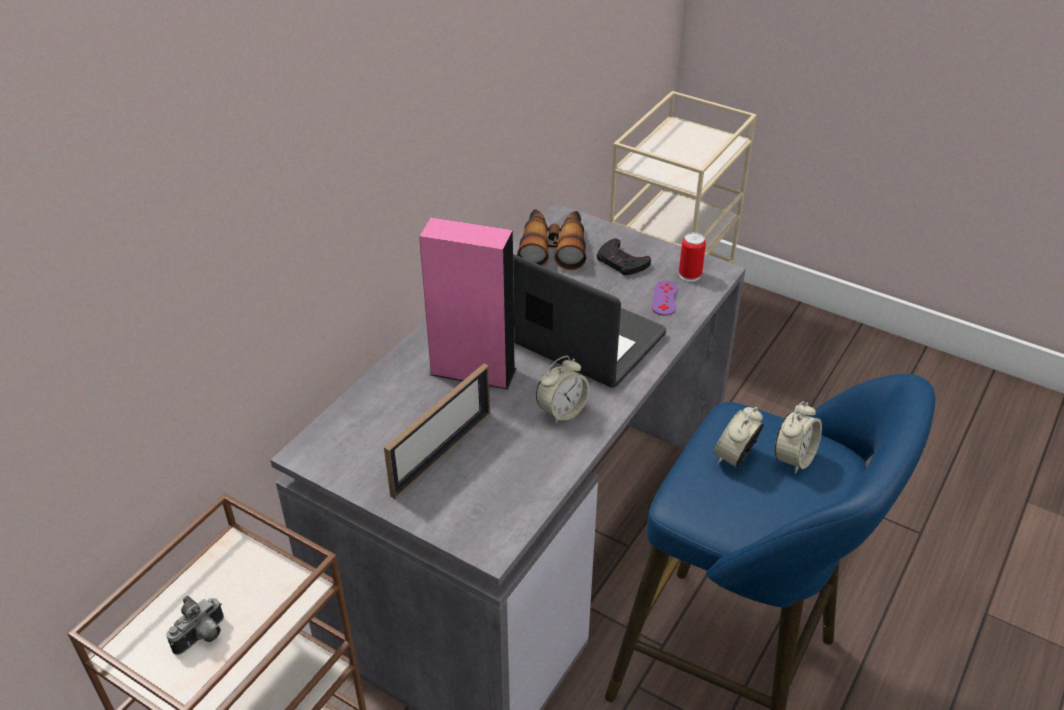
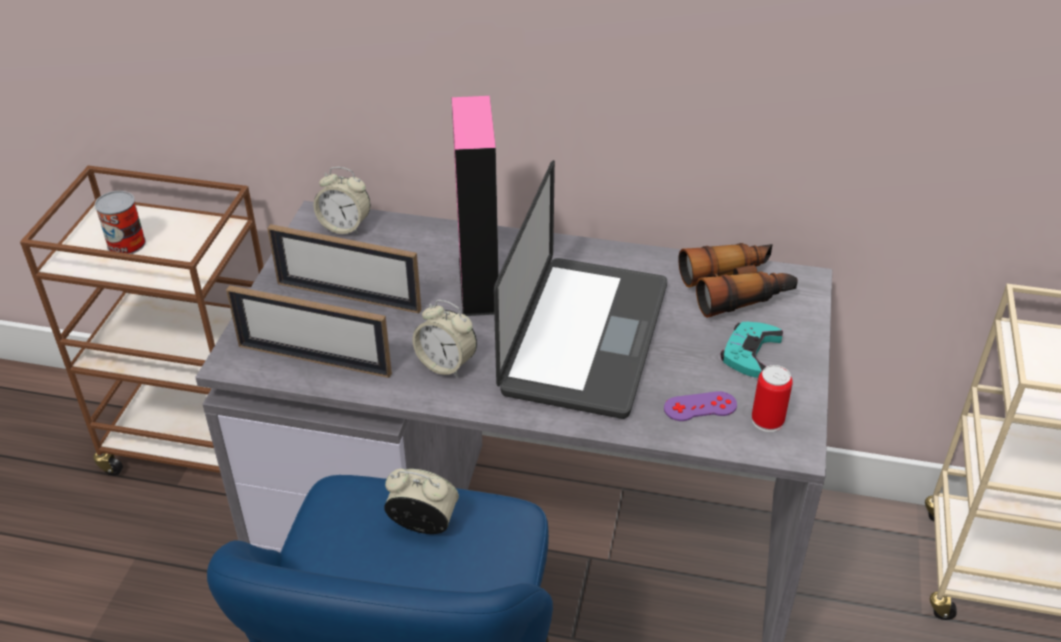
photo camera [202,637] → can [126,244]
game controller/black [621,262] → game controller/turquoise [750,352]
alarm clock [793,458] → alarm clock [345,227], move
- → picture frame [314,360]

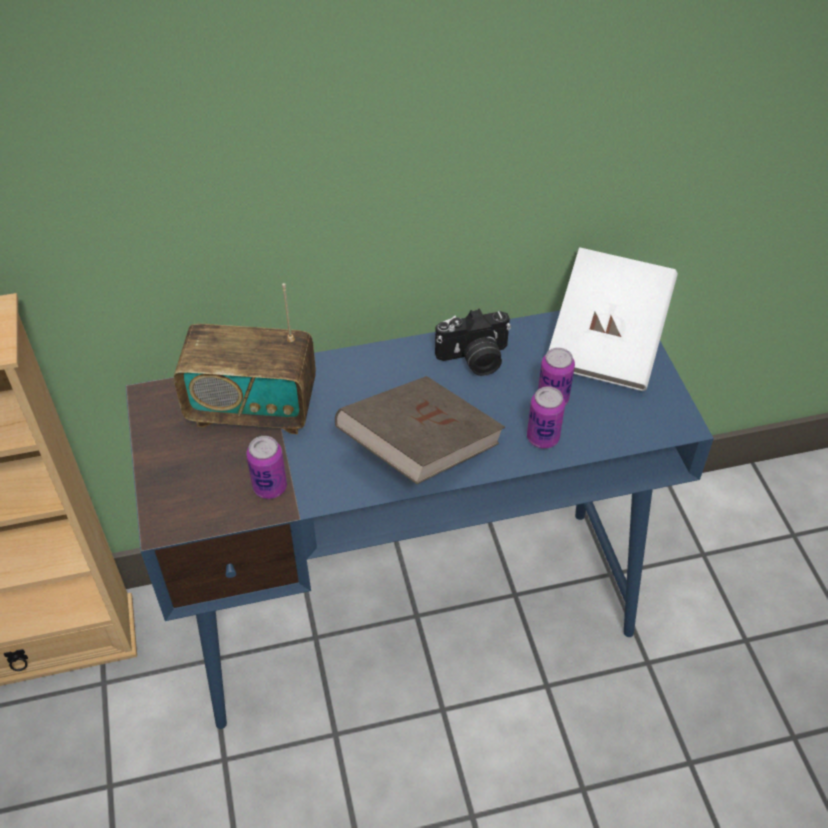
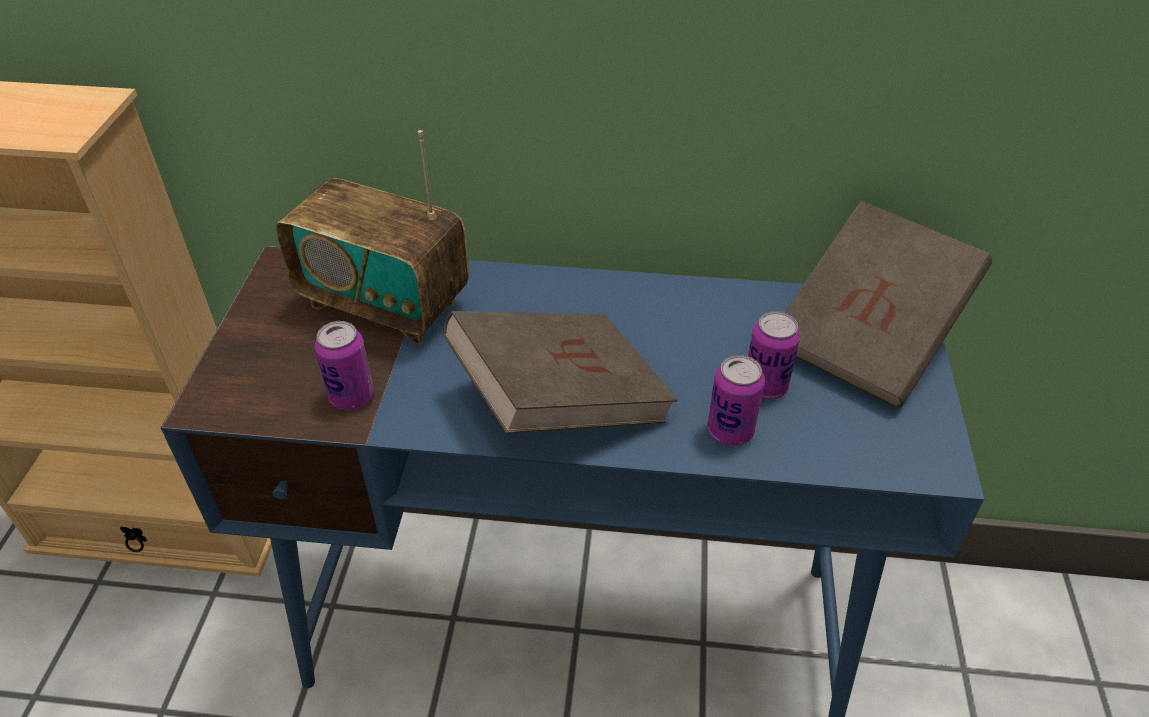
photo camera [474,359] → -
book/white [607,343] → book/brown [869,337]

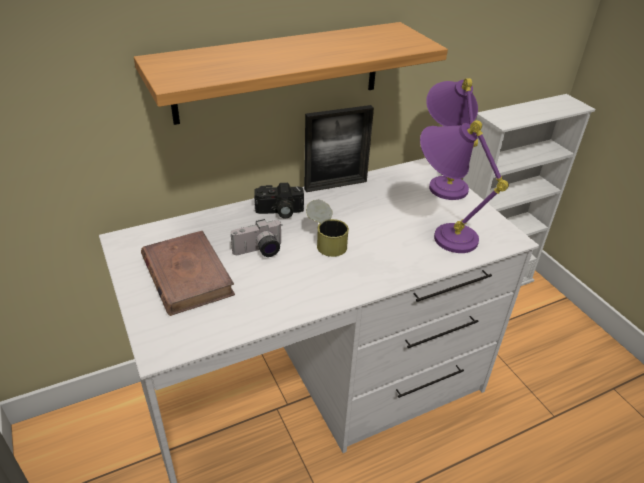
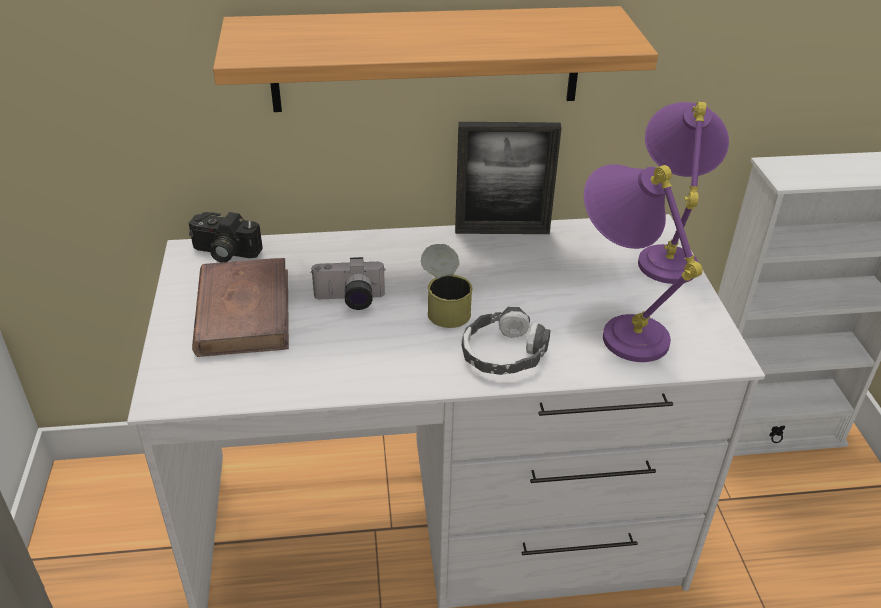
photo camera [279,212] → photo camera [224,252], move
- → headphones [503,353]

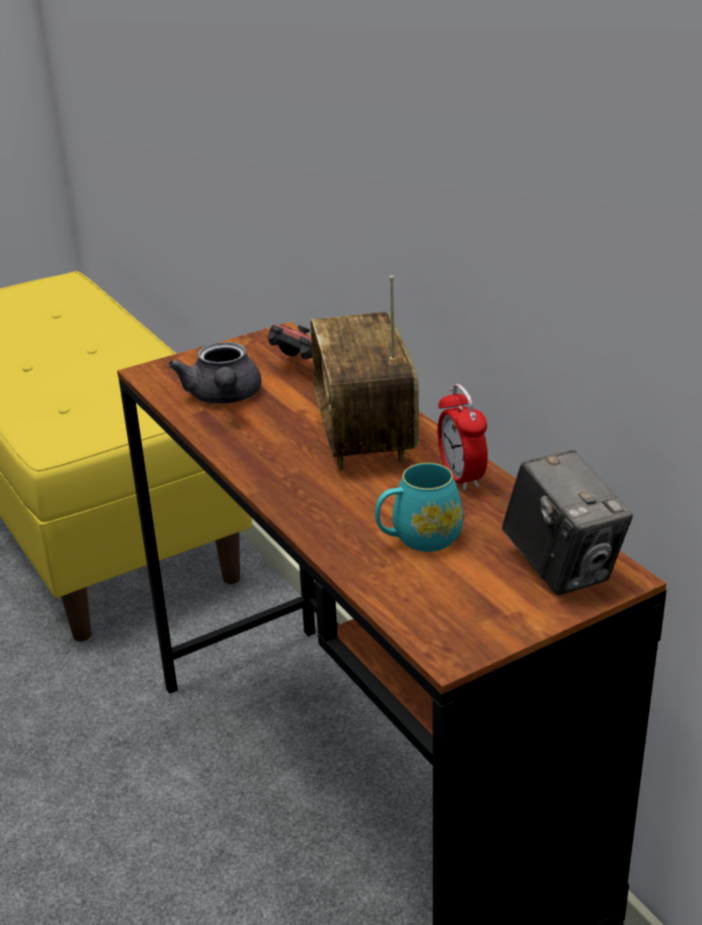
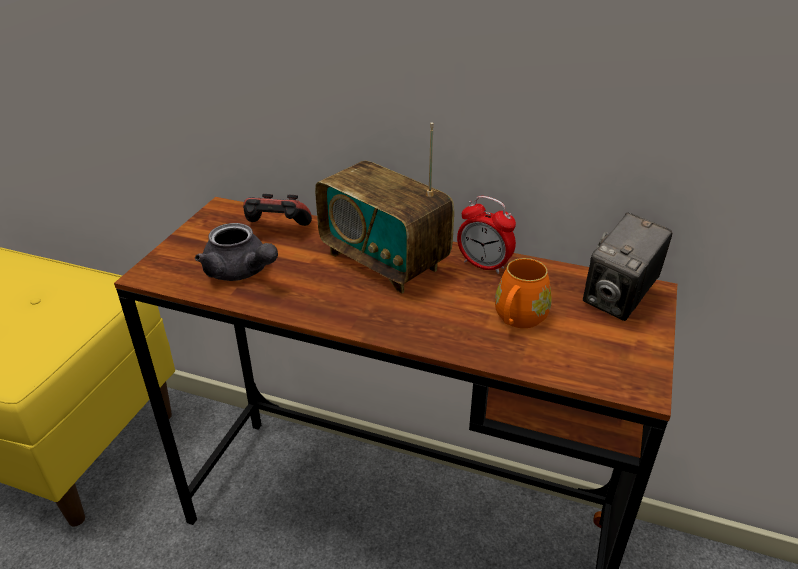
mug/turquoise [418,539] → mug/orange [517,319]
photo camera [561,567] → photo camera [618,299], 105 degrees clockwise

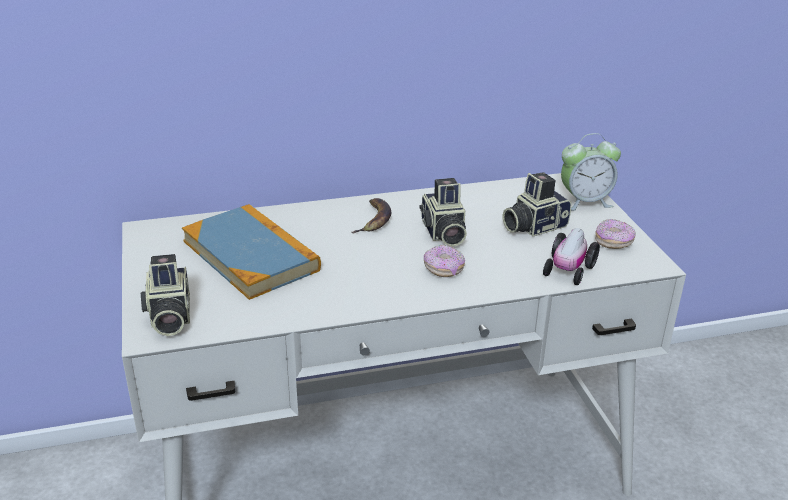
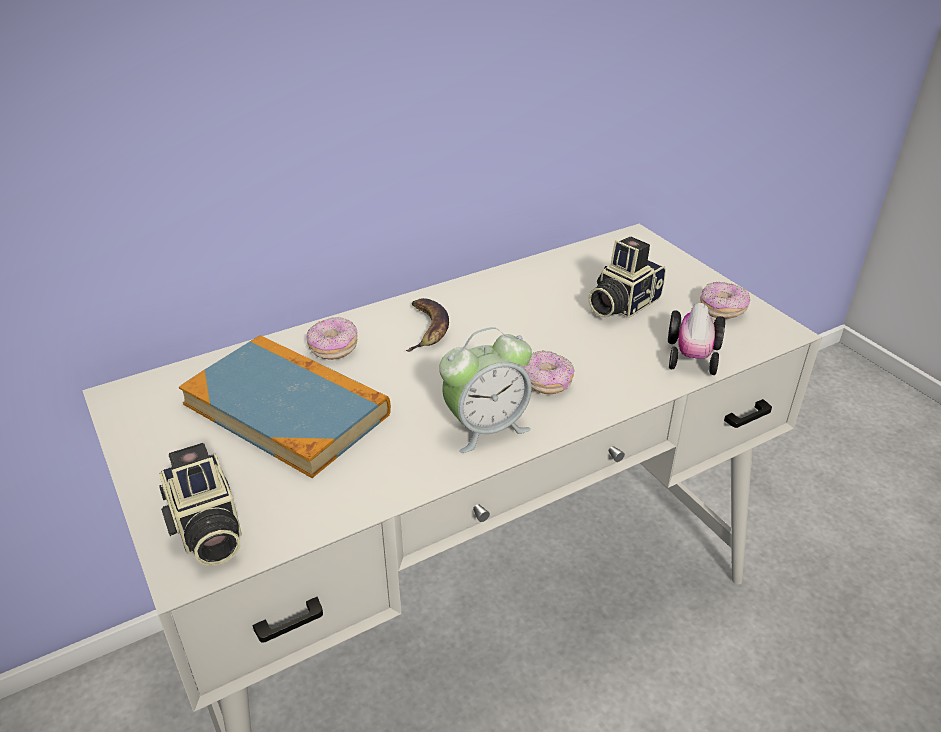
photo camera [443,233] → -
alarm clock [584,202] → alarm clock [486,428], move
- → donut [333,348]

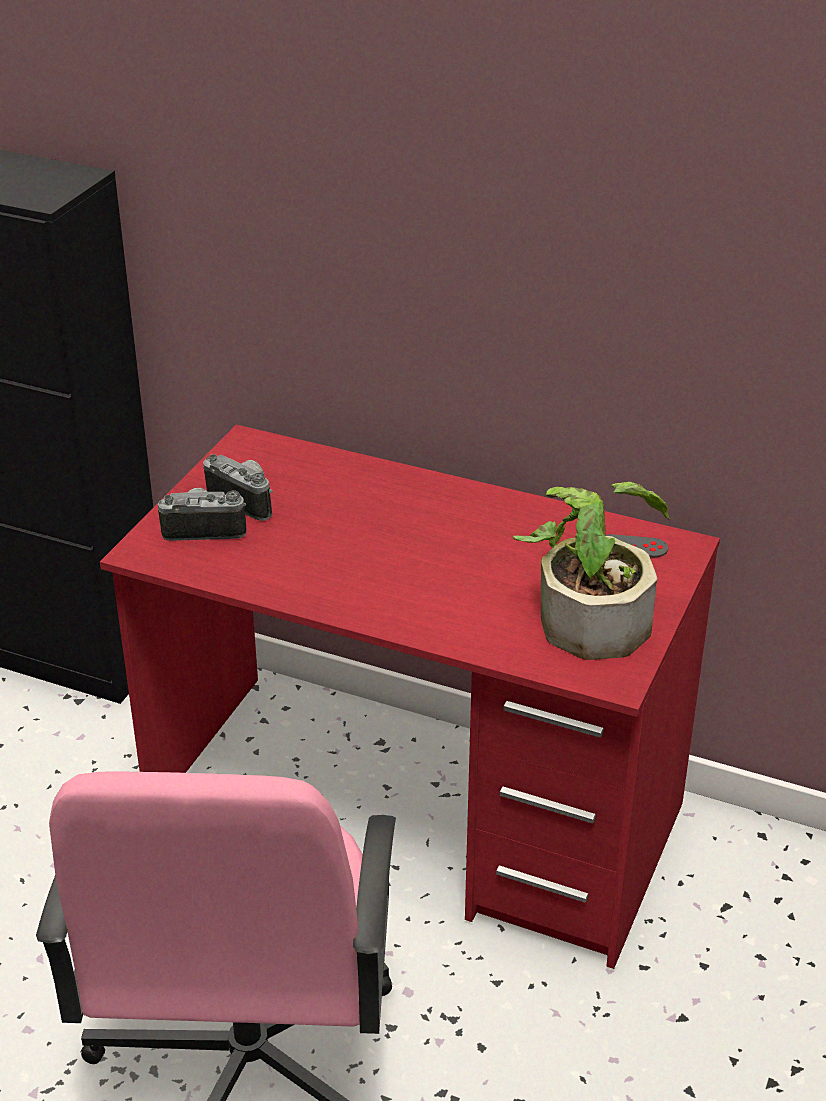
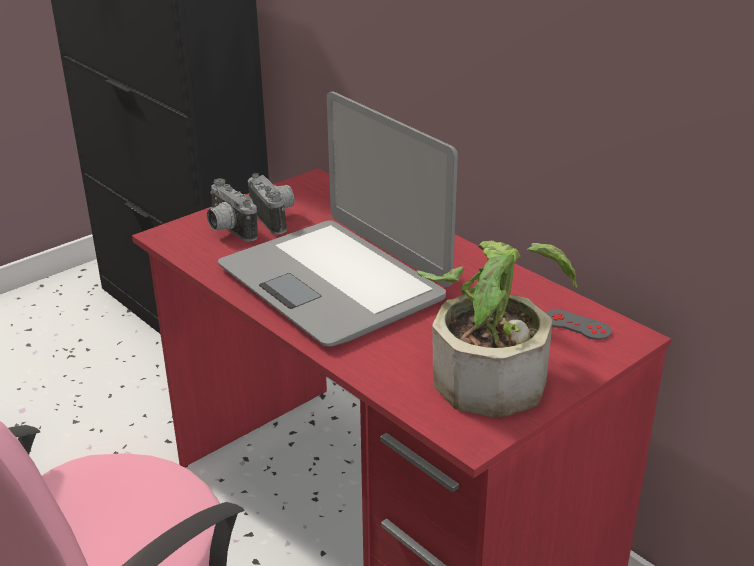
photo camera [204,528] → photo camera [227,230], 150 degrees counterclockwise
- → laptop [334,281]

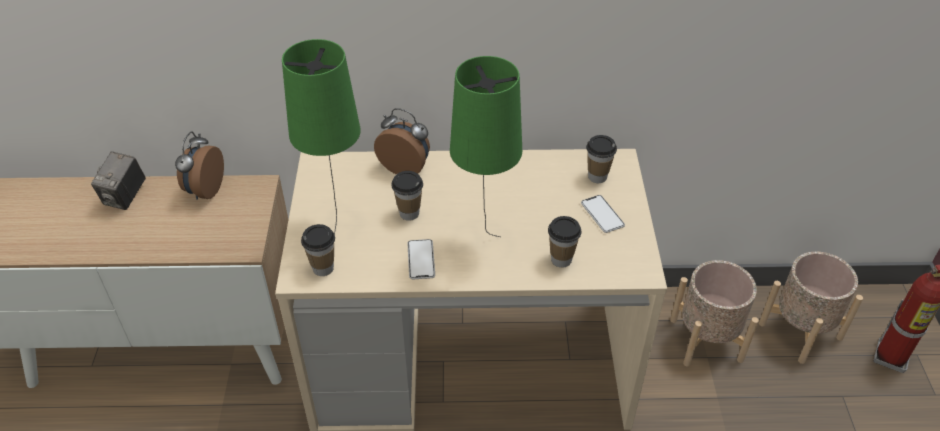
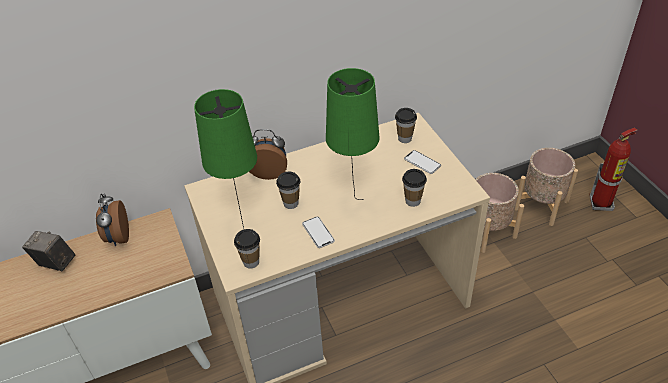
photo camera [125,197] → photo camera [55,263], 120 degrees clockwise

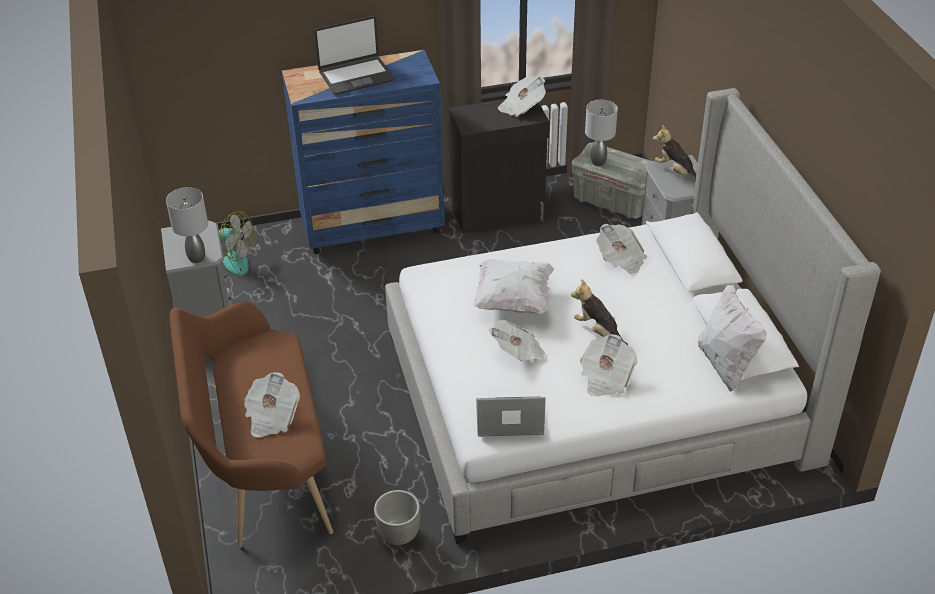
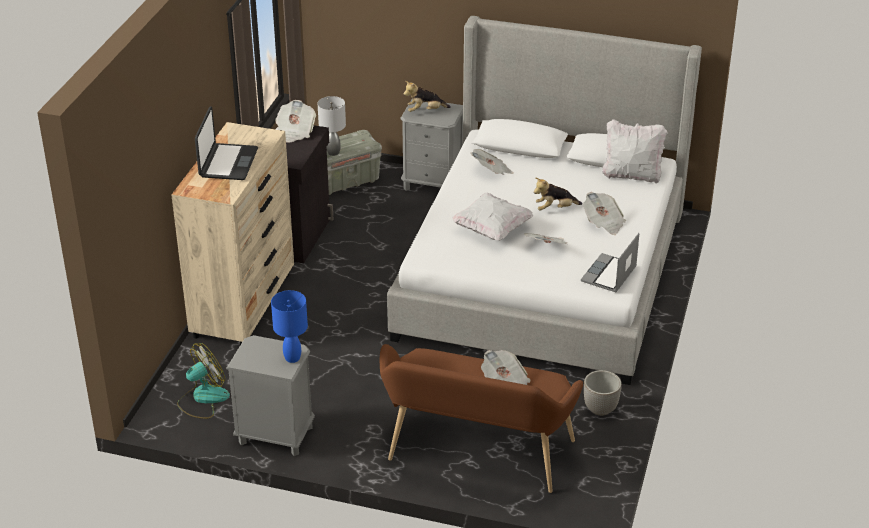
table lamp/grey [197,257] → table lamp/blue [292,358]
dresser/blue [373,227] → dresser/beige [244,304]

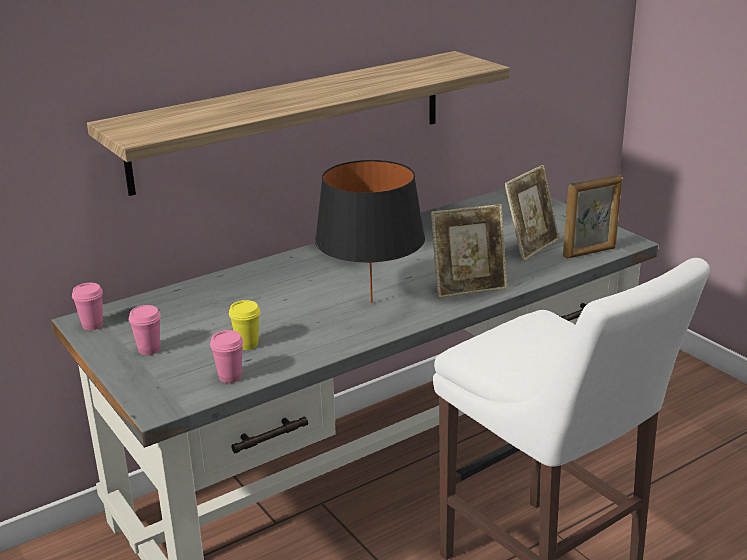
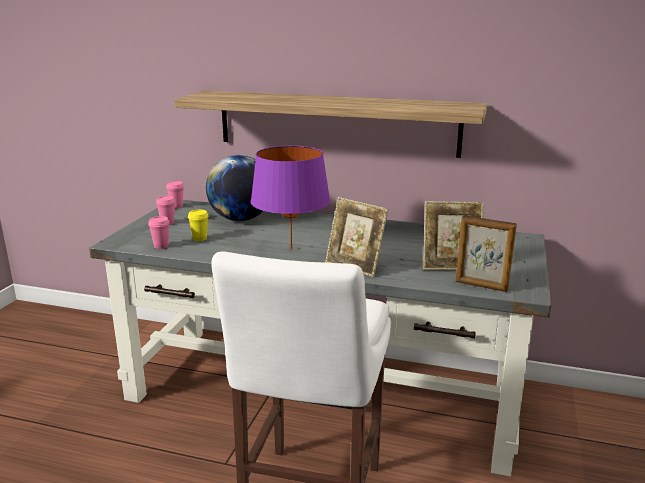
table lamp/black [371,302] → table lamp/purple [291,249]
- → globe [240,219]

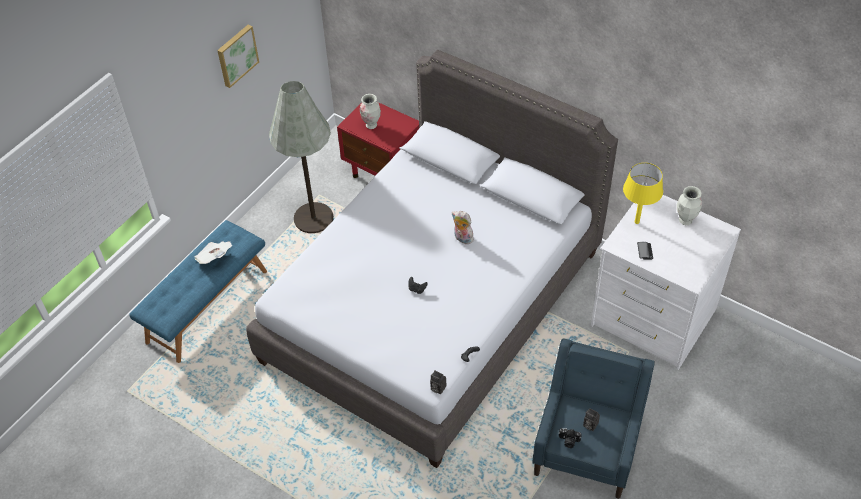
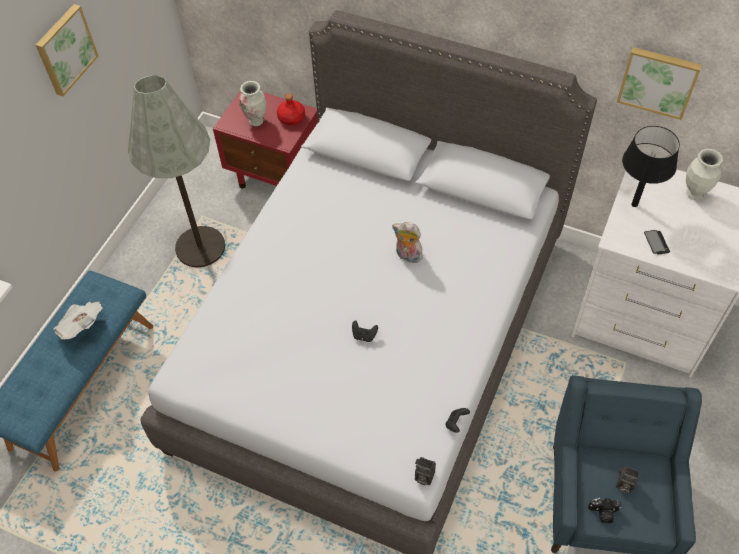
table lamp/yellow [636,222] → table lamp/black [634,204]
- → bottle/red [291,117]
- → picture [658,81]

